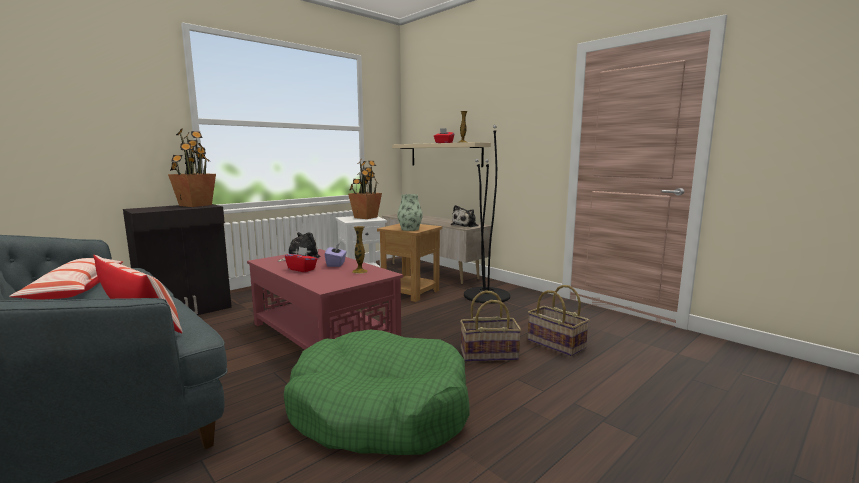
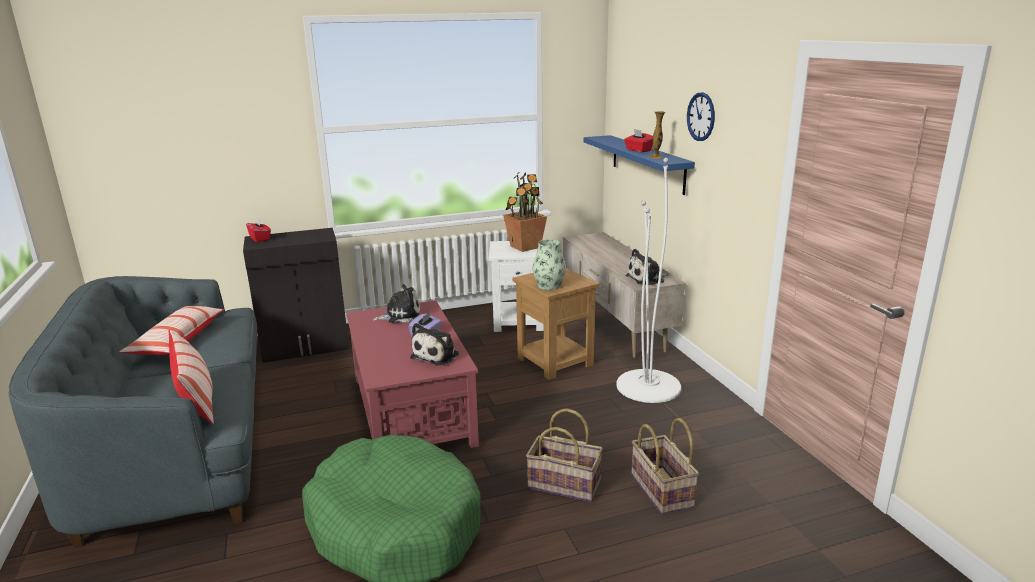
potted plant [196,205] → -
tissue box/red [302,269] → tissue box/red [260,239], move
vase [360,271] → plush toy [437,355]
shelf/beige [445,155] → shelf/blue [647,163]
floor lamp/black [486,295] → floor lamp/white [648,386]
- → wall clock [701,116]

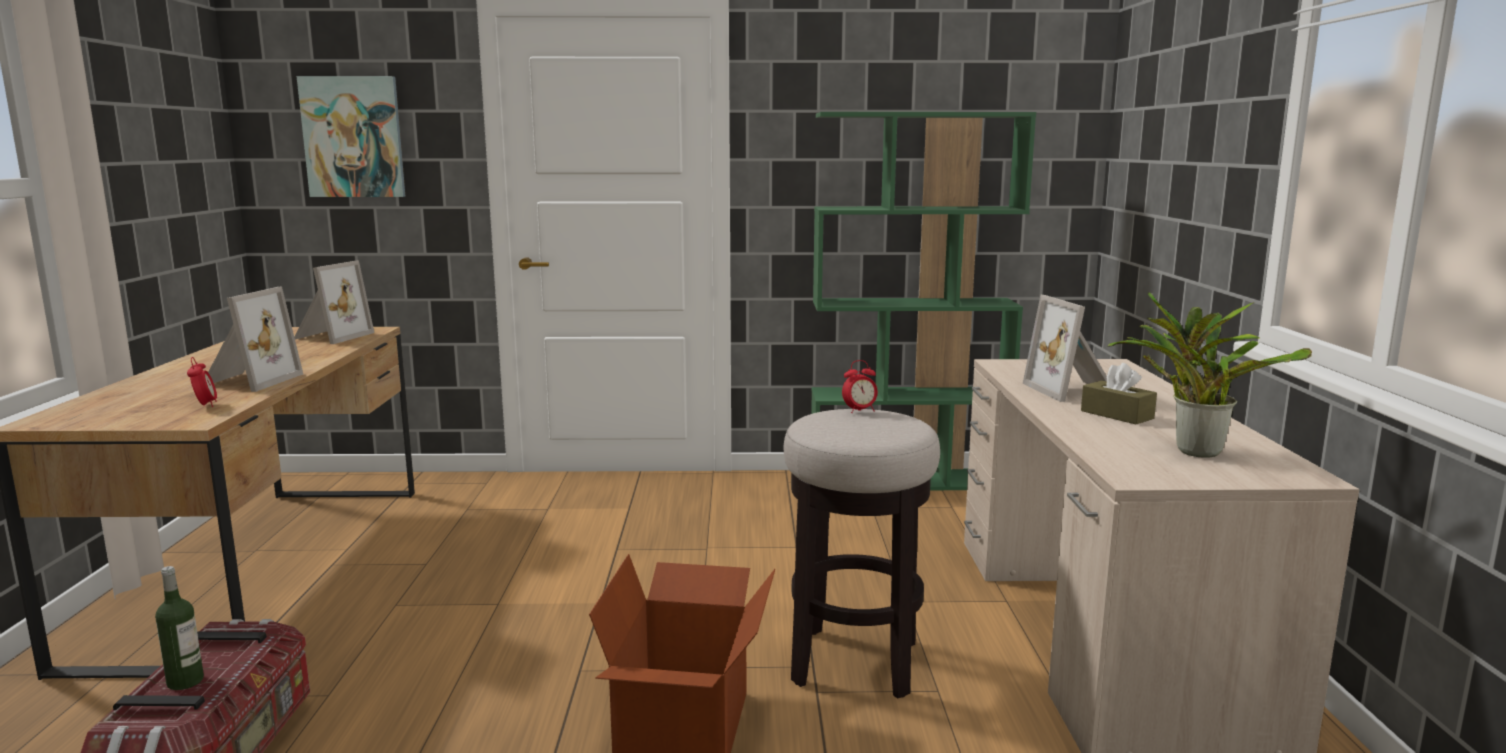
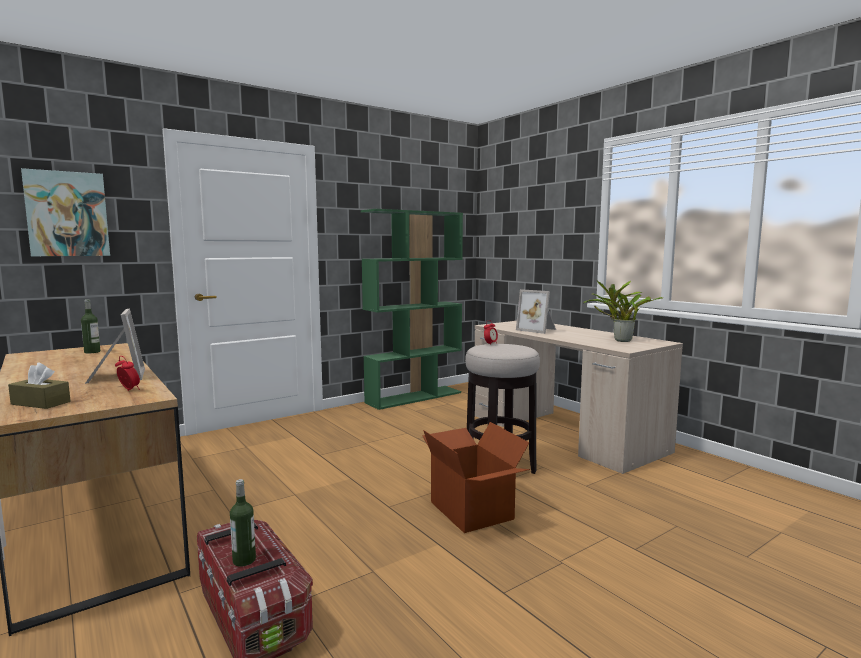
picture frame [331,336] → bottle [92,352]
tissue box/brown [1117,414] → tissue box/brown [40,403], move

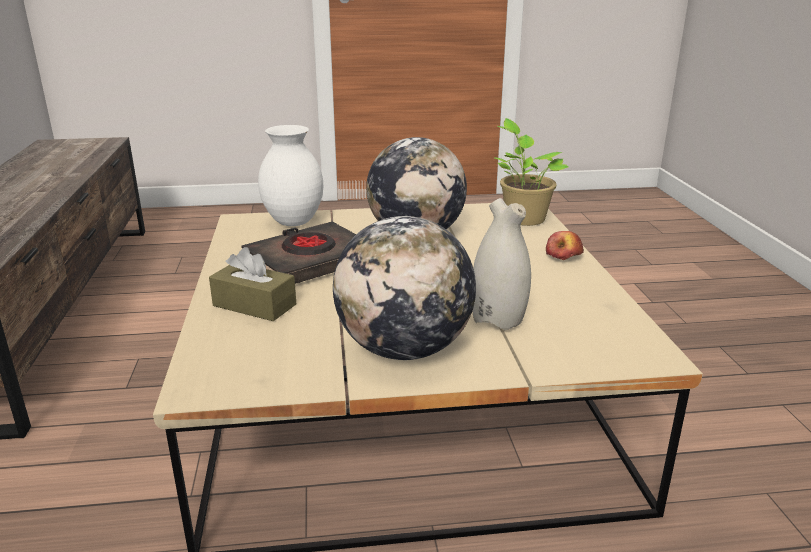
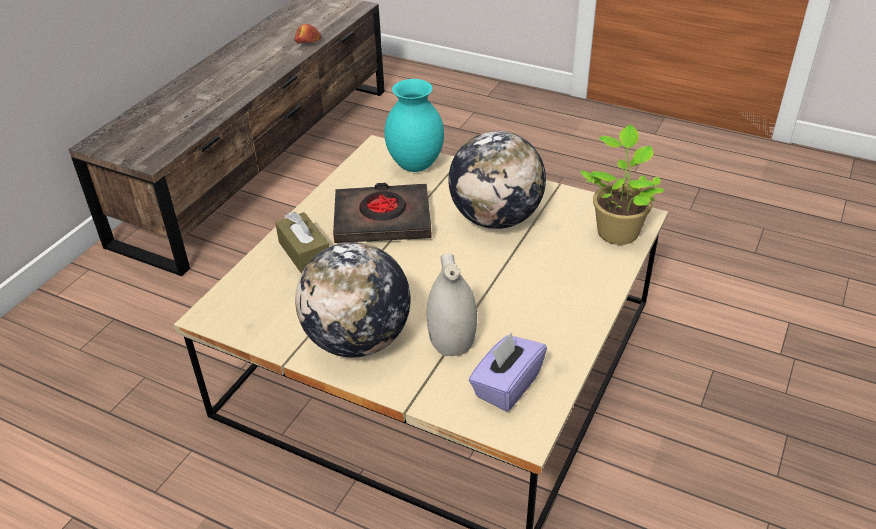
vase/white [294,222] → vase/turquoise [416,165]
apple [564,257] → apple [308,42], move
- → tissue box/purple [506,386]

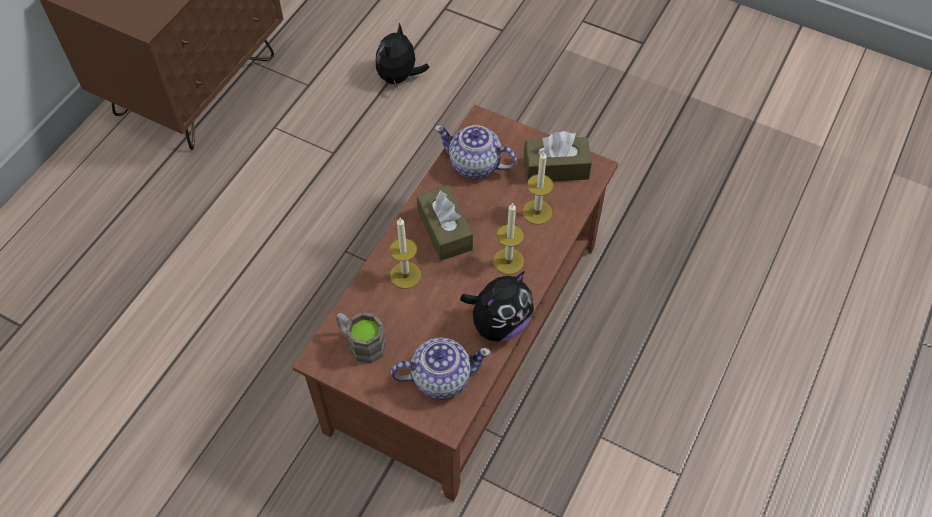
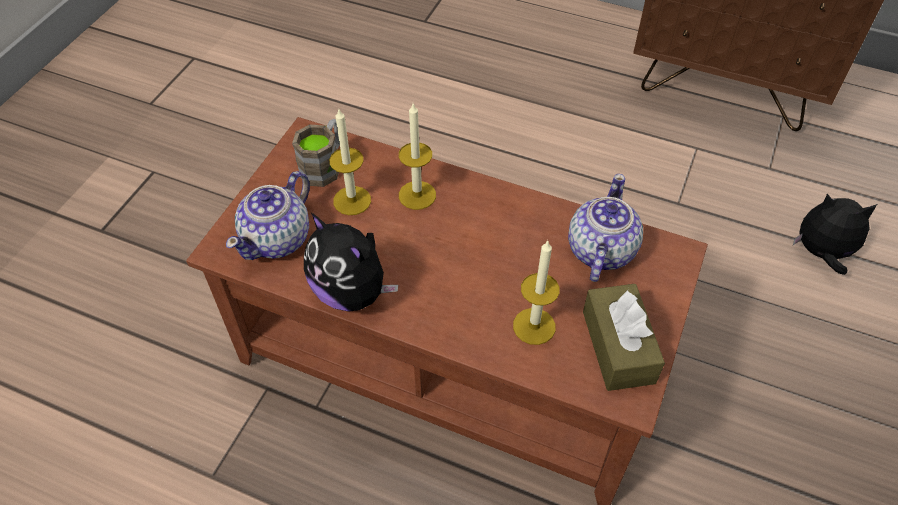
teapot [440,377] → teapot [278,239], 45 degrees clockwise
tissue box/brown [444,230] → -
candle [508,261] → candle [352,200], move

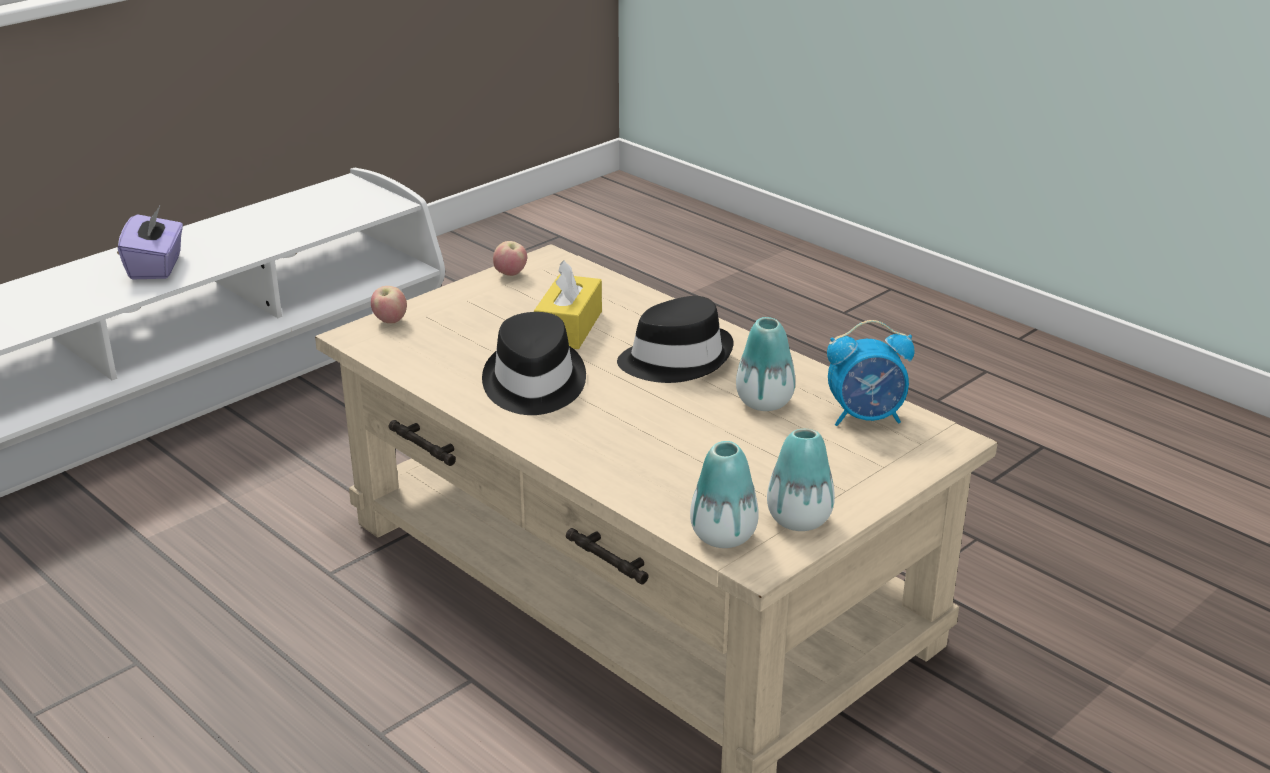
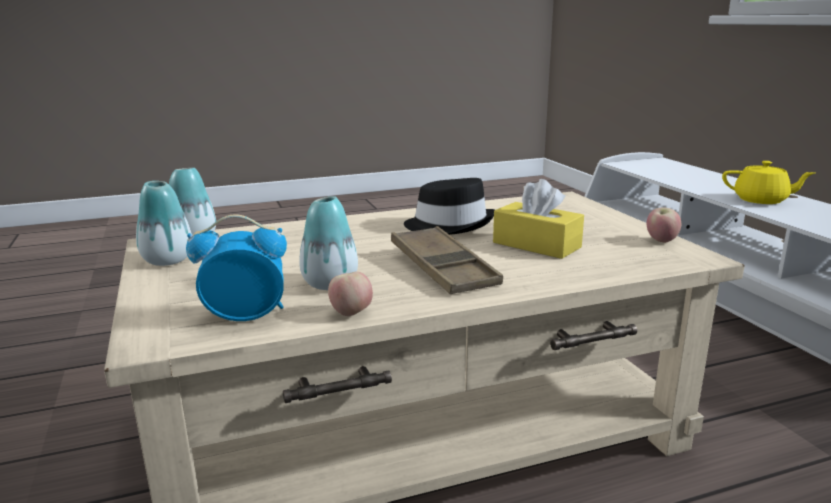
tissue box/purple [156,267] → teapot/yellow [761,200]
apple [390,321] → apple [351,313], move
hat/black [676,359] → tray/brown [443,268]
alarm clock [866,418] → alarm clock [245,317], 60 degrees clockwise

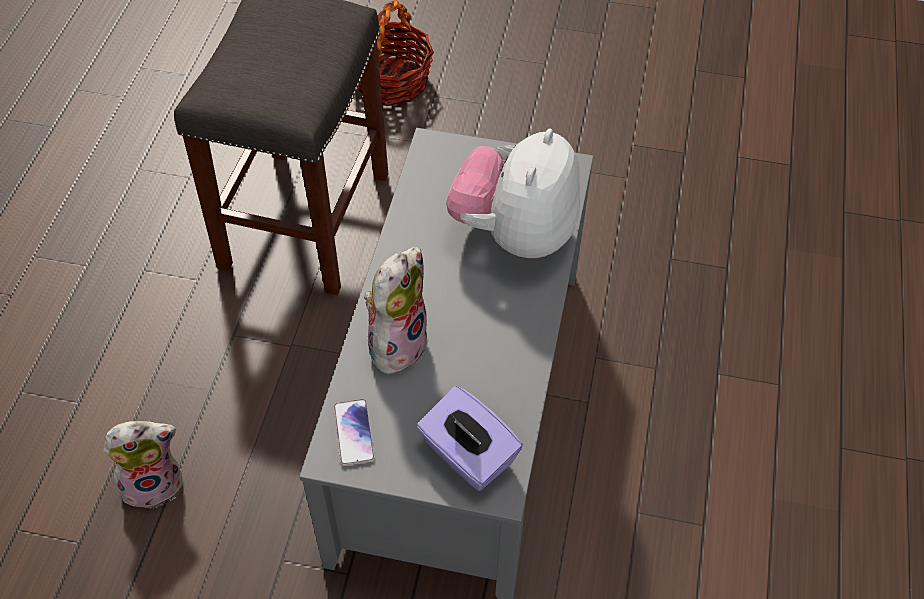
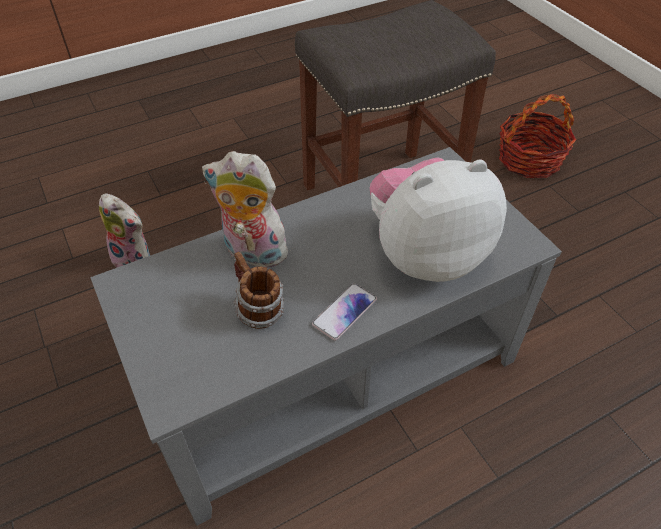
phone [353,433] → phone [344,312], move
plush toy [396,343] → plush toy [252,254], 150 degrees counterclockwise
tissue box/purple [468,455] → -
- → mug [258,310]

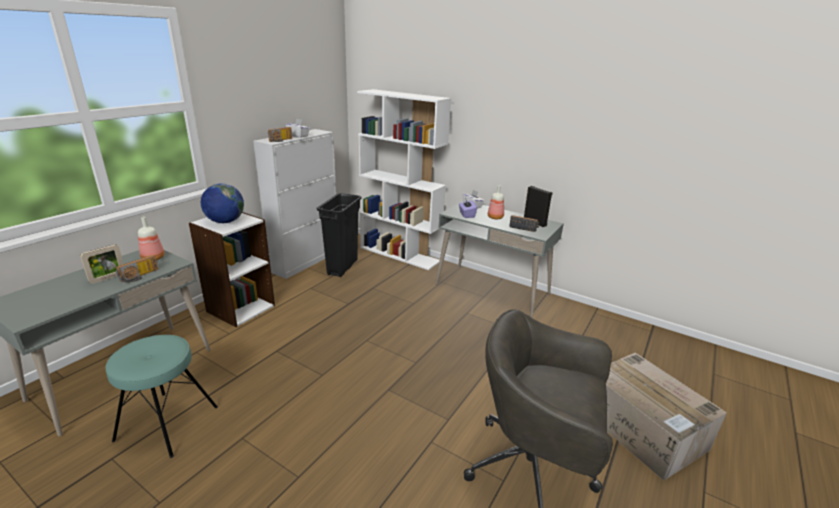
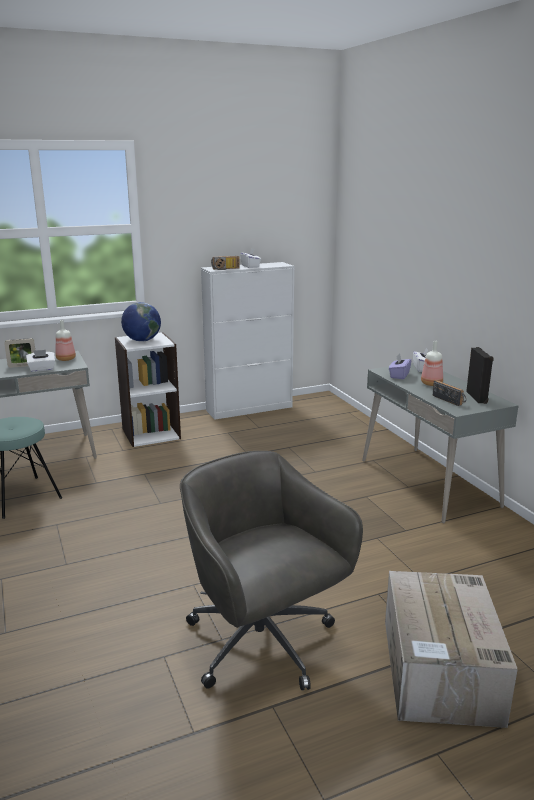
radio [140,276] → tissue box/white [42,369]
trash can/black [342,267] → -
bookcase/white [400,254] → -

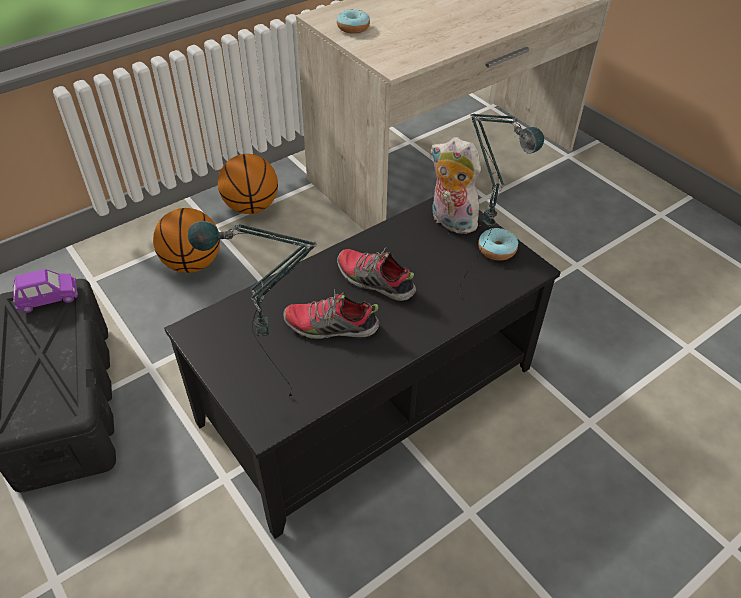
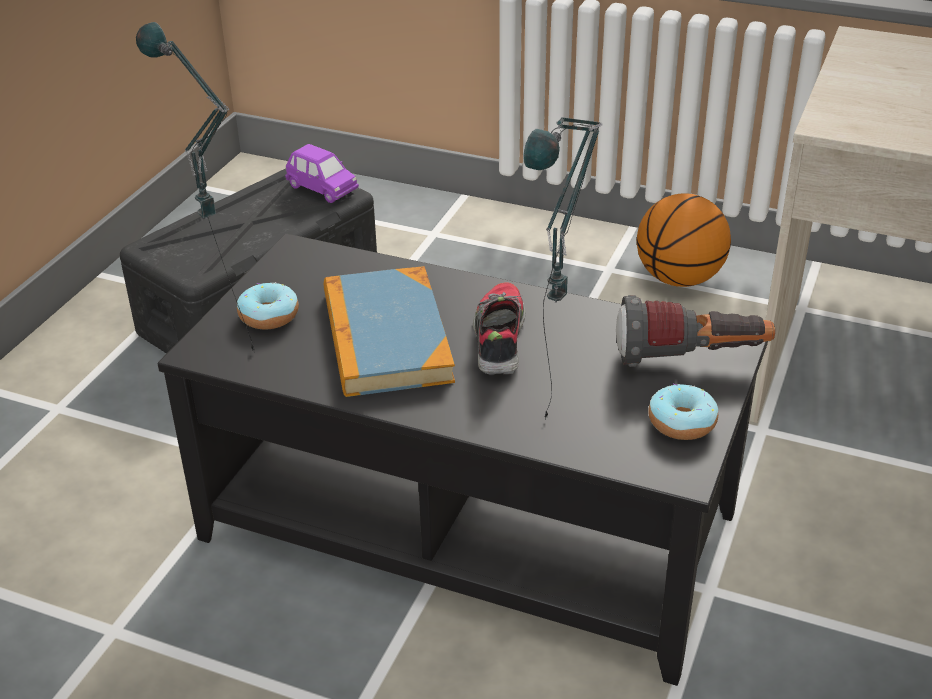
basketball [192,264] → -
shoe [330,327] → book [386,337]
donut [353,28] → donut [269,316], move
plush toy [450,221] → flashlight [691,359]

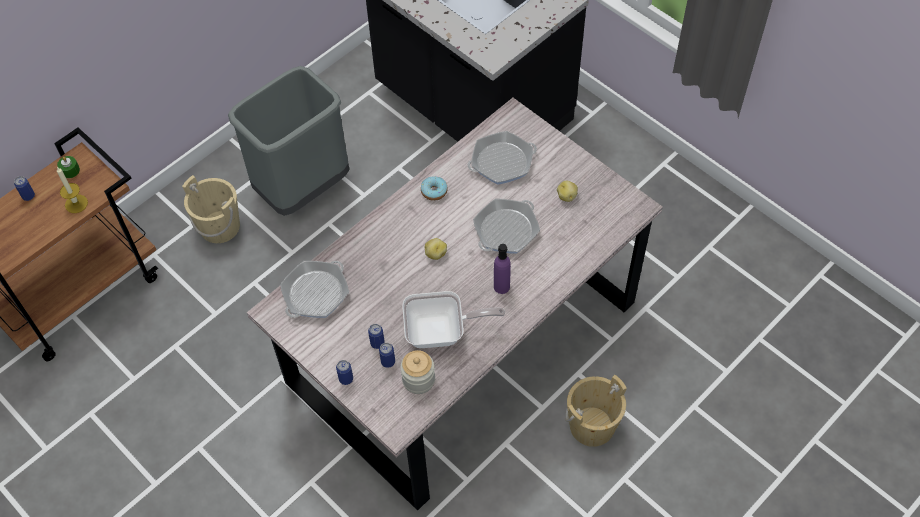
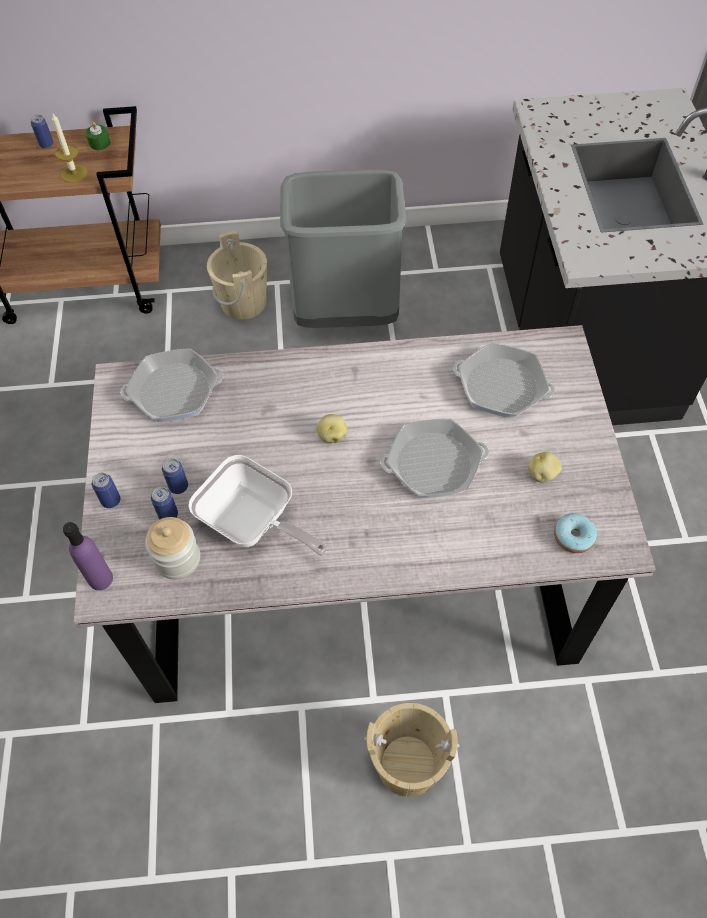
donut [434,191] → donut [573,537], move
bottle/purple [501,286] → bottle/purple [100,579], move

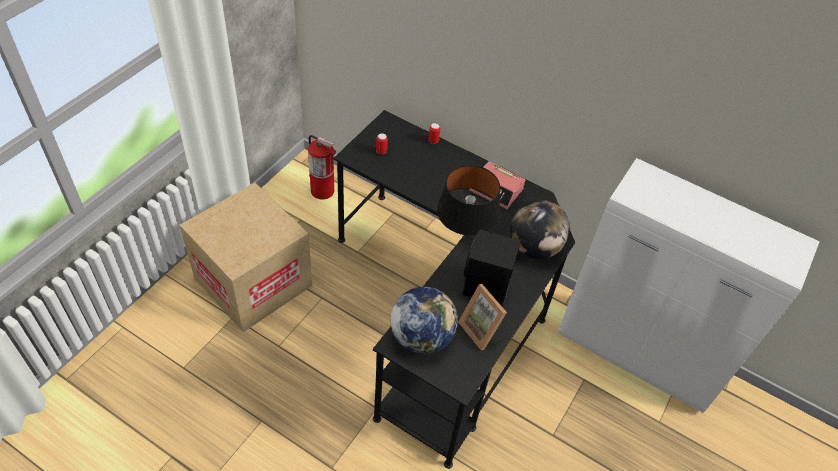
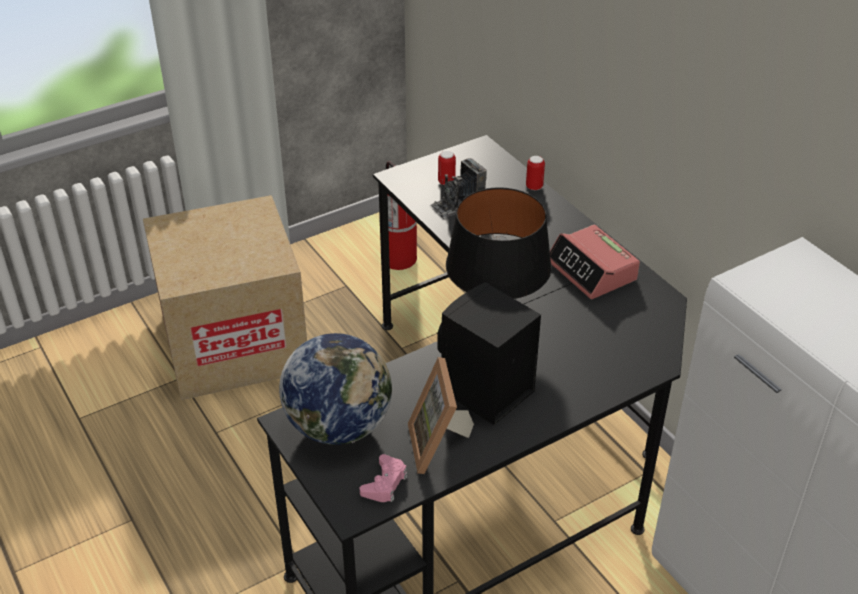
globe [534,247] → -
- → game controller/pink [385,483]
- → photo camera [457,204]

